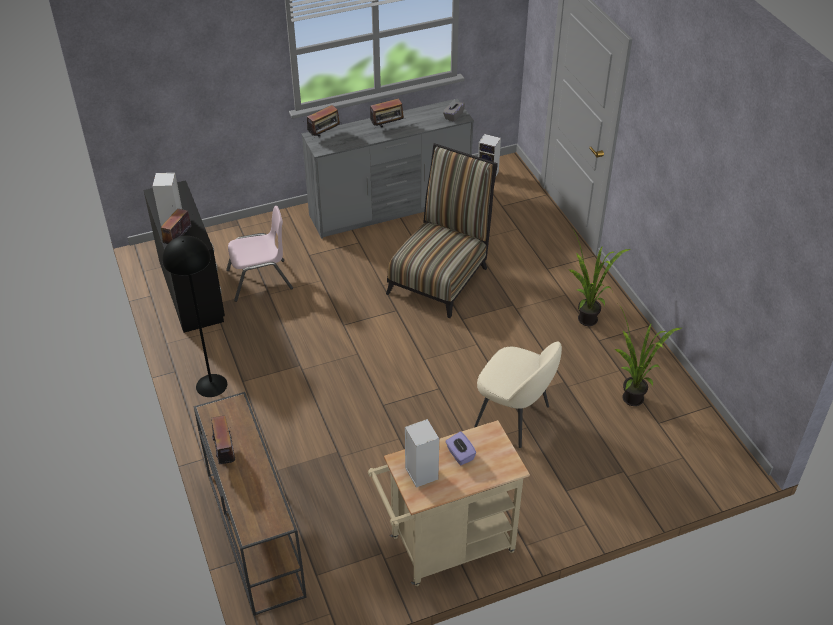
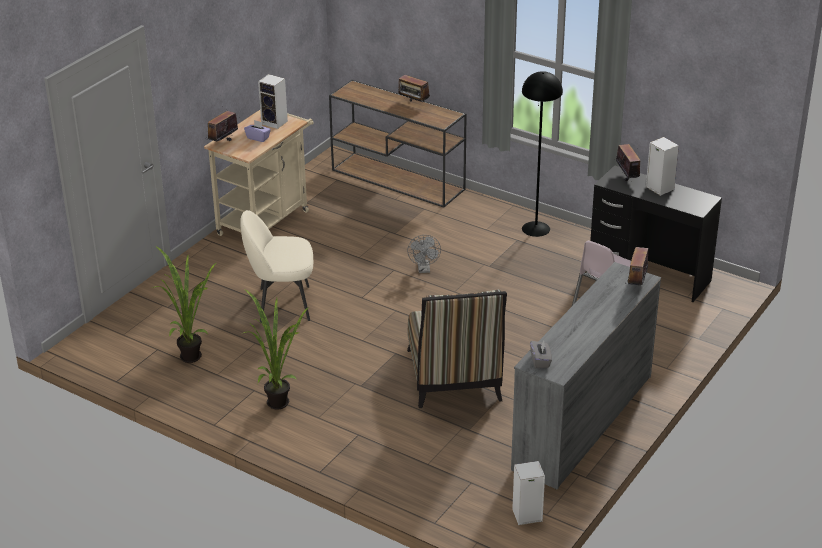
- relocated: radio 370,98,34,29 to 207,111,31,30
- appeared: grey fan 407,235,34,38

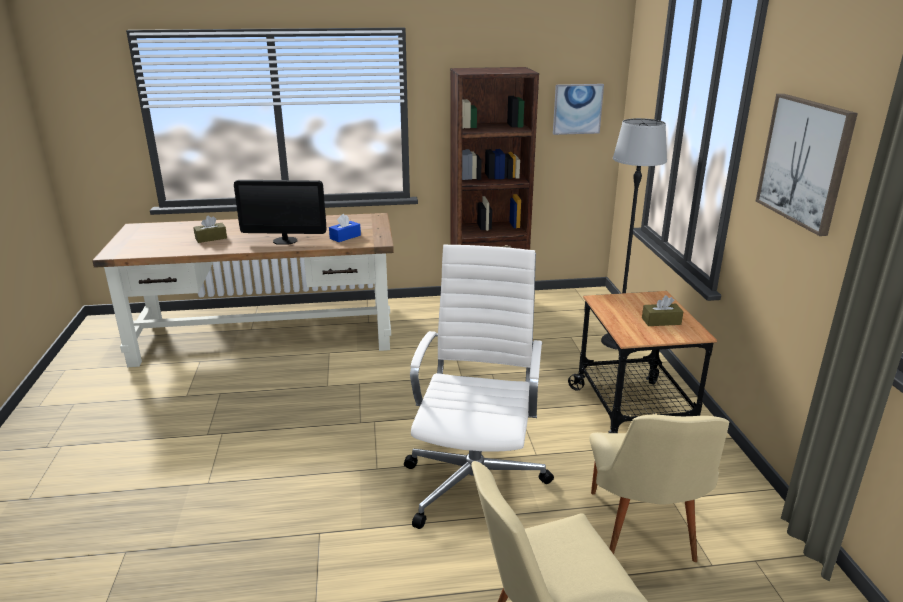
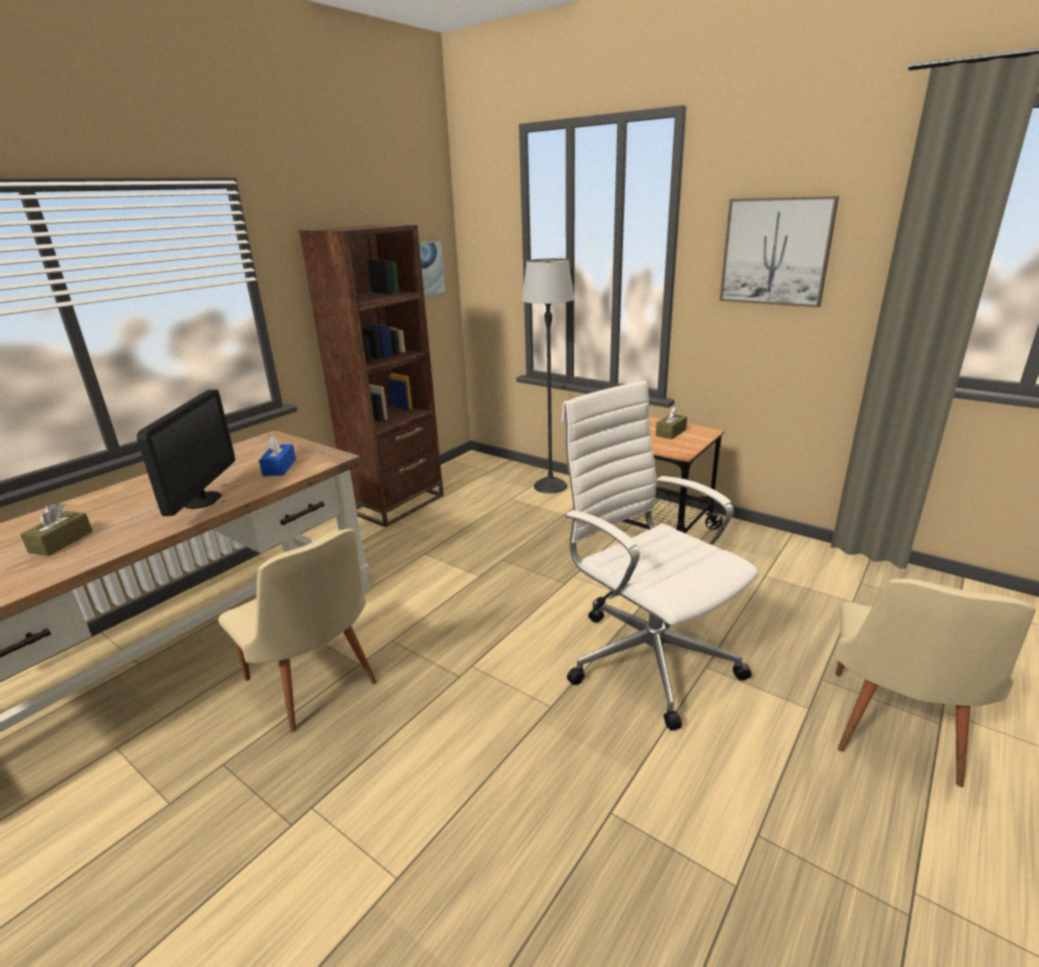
- spun: monitor 234,180,92,65 = 137,390,98,126 45 degrees counterclockwise
- relocated: beige chair 589,415,140,147 to 218,529,159,203

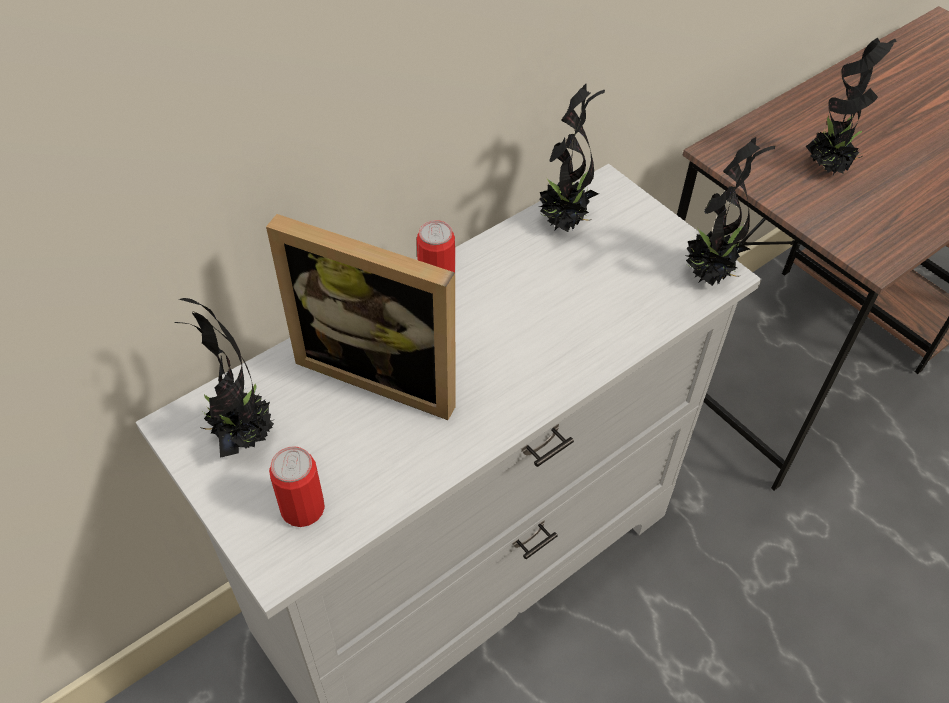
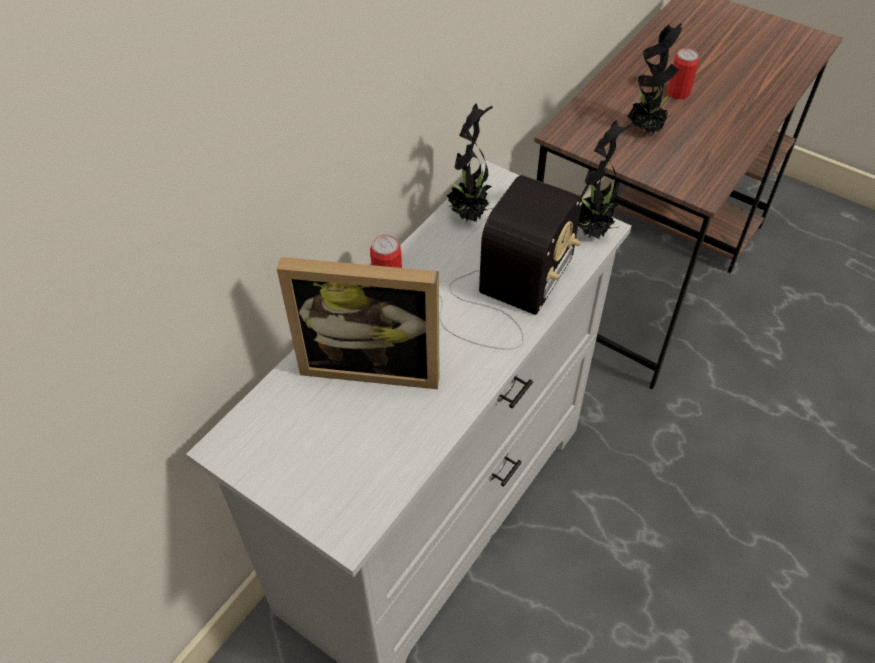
- appeared: radio 439,175,143,174
- relocated: can 269,446,56,81 to 667,48,32,51
- missing: potted plant 175,298,99,160

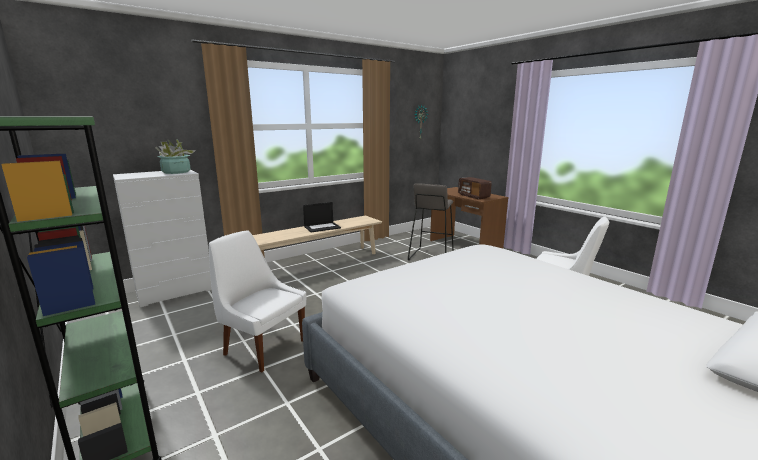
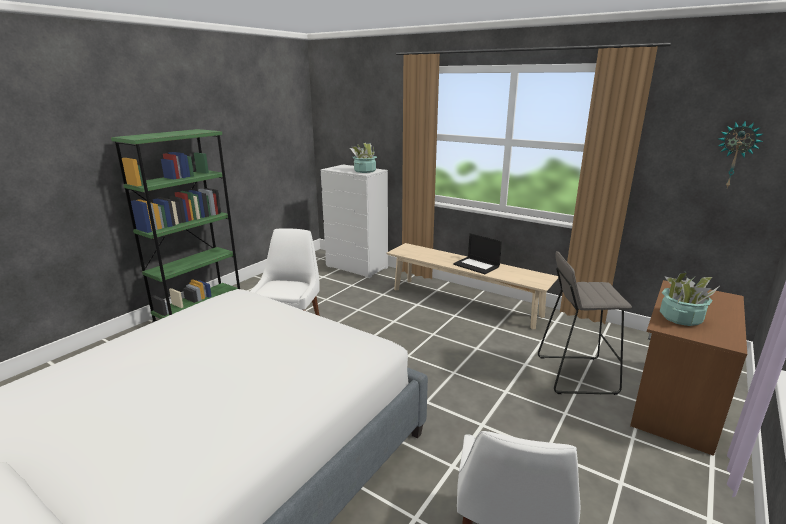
- exchanged: radio 458,177,34,22 to potted plant 660,273,59,53

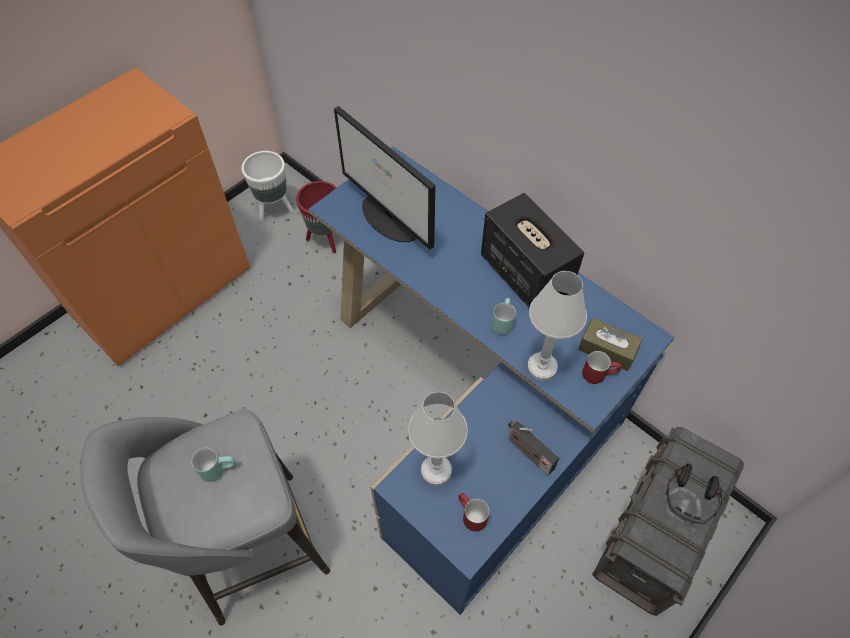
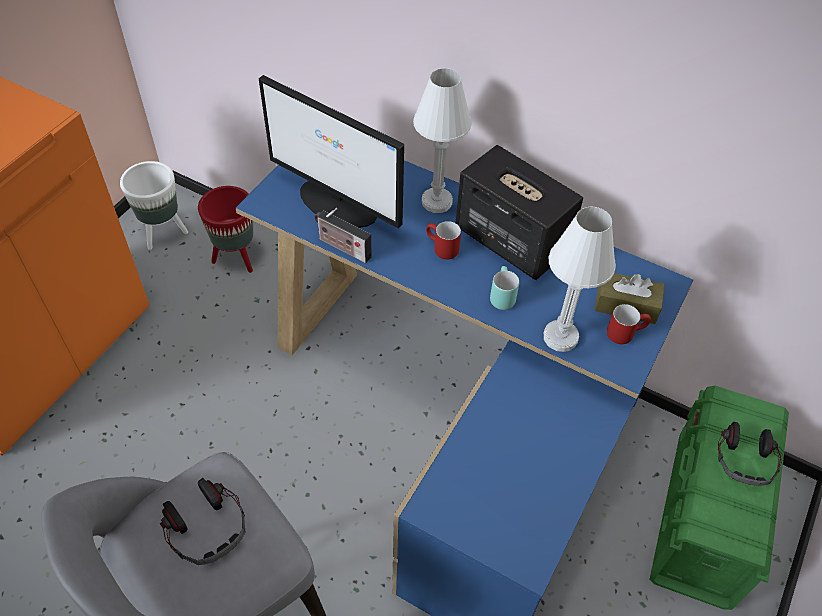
- exchanged: turquoise mug 191,448,44,34 to headphones 160,478,85,87
- relocated: radio 508,421,51,55 to 314,208,58,55
- relocated: white table lamp 408,392,60,94 to 413,68,59,145
- relocated: red mug 458,493,32,38 to 426,221,35,39
- colour: grey storage box 592,427,152,189 to green storage box 649,386,140,224

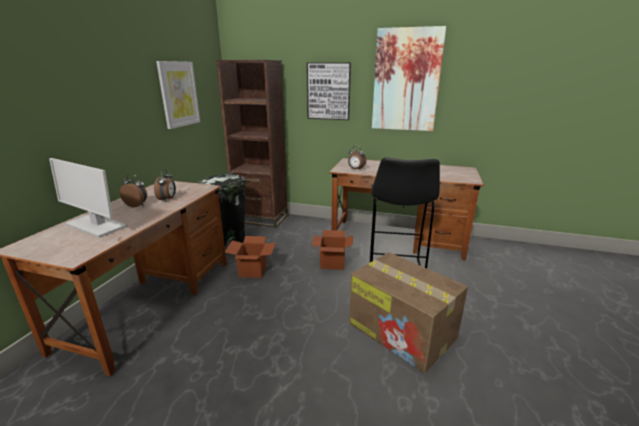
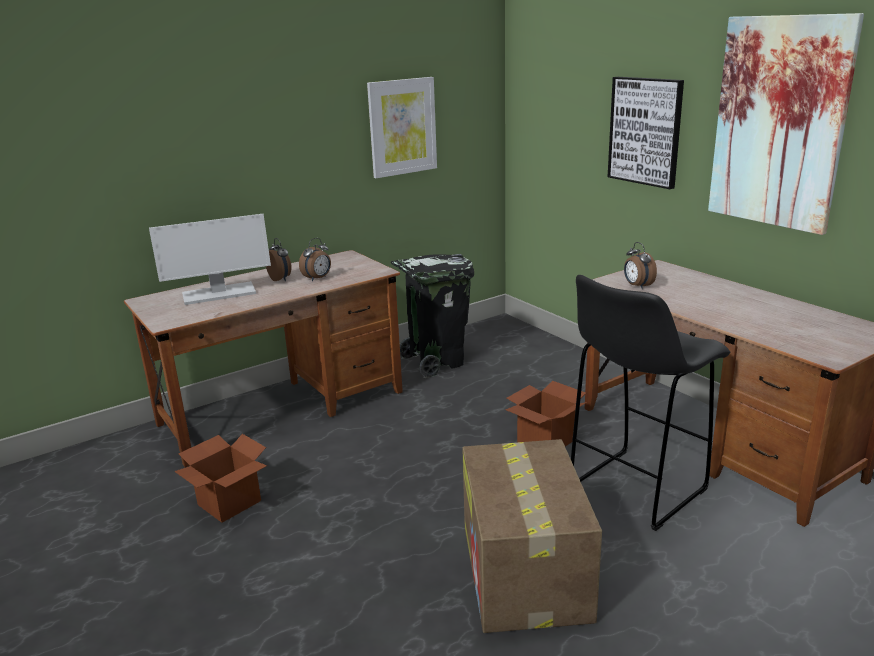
- spun: monitor 49,158,78,80 = 149,214,122,91 90 degrees counterclockwise
- relocated: cardboard box 225,236,51,42 to 174,434,93,89
- missing: brown bookcase 216,60,72,168

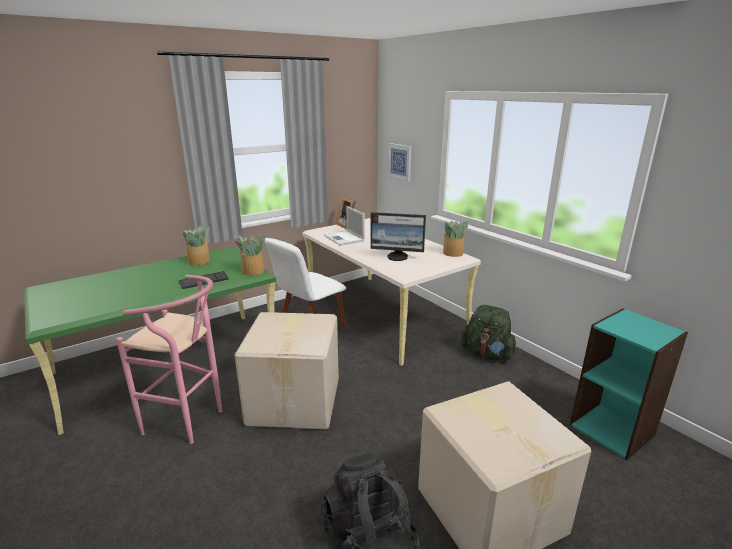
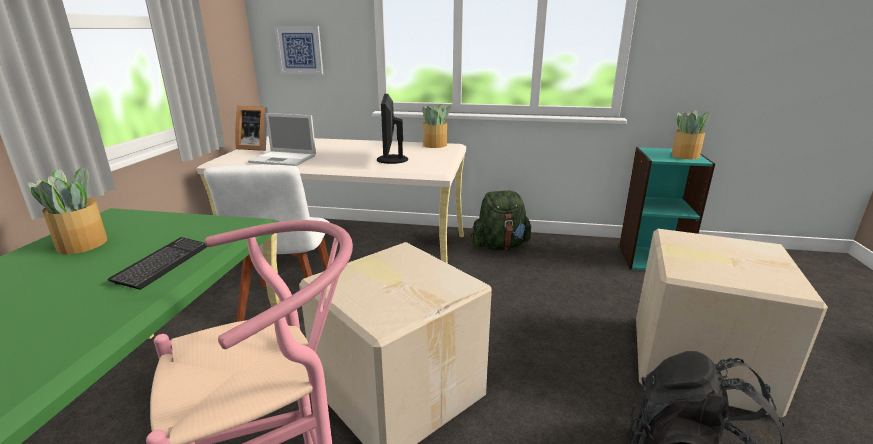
- spun: monitor 370,212,56,49 = 377,94,31,70 120 degrees clockwise
- relocated: potted plant 235,235,30,40 to 671,110,40,49

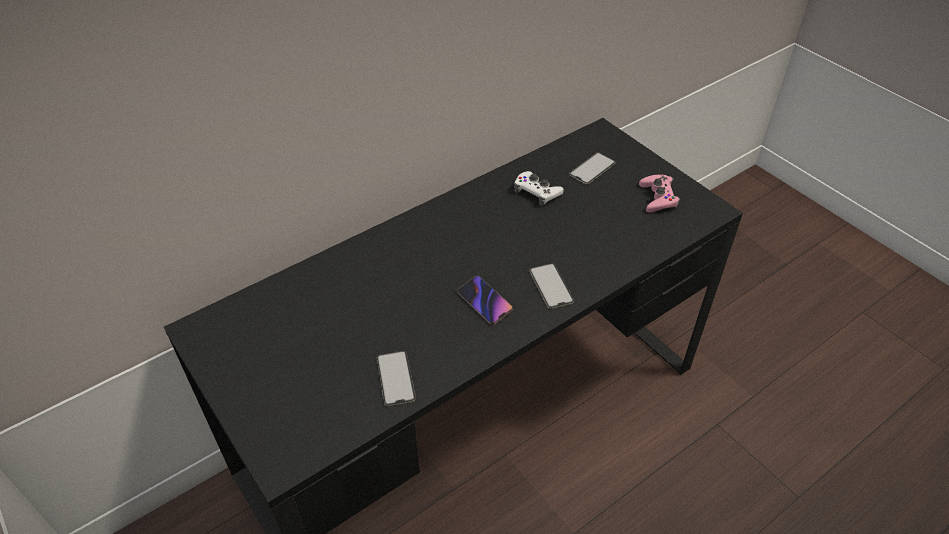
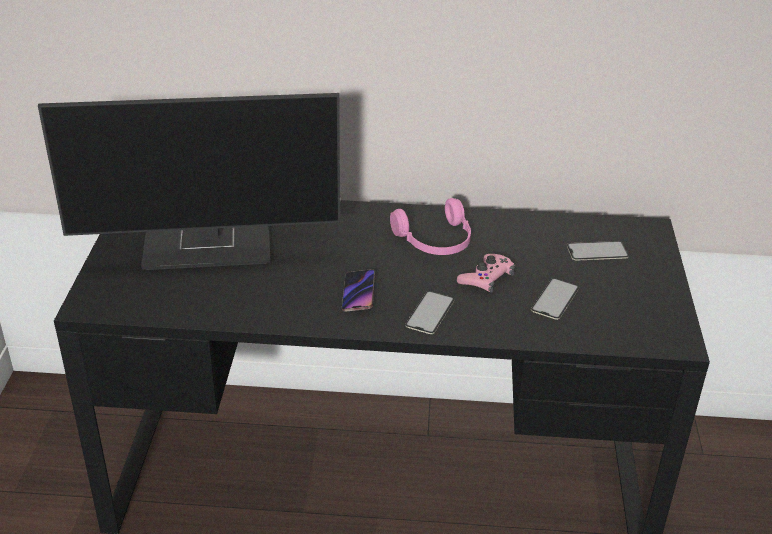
- appeared: monitor 38,93,302,177
- appeared: pink headphones 390,198,81,57
- relocated: pink game controller 639,175,41,37 to 457,254,59,39
- relocated: phone 376,351,40,55 to 531,278,48,42
- missing: white game controller 514,171,50,35

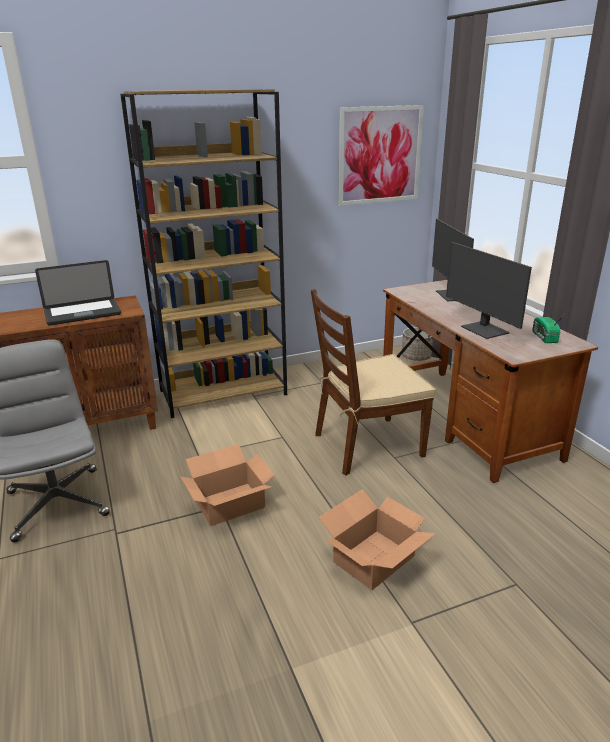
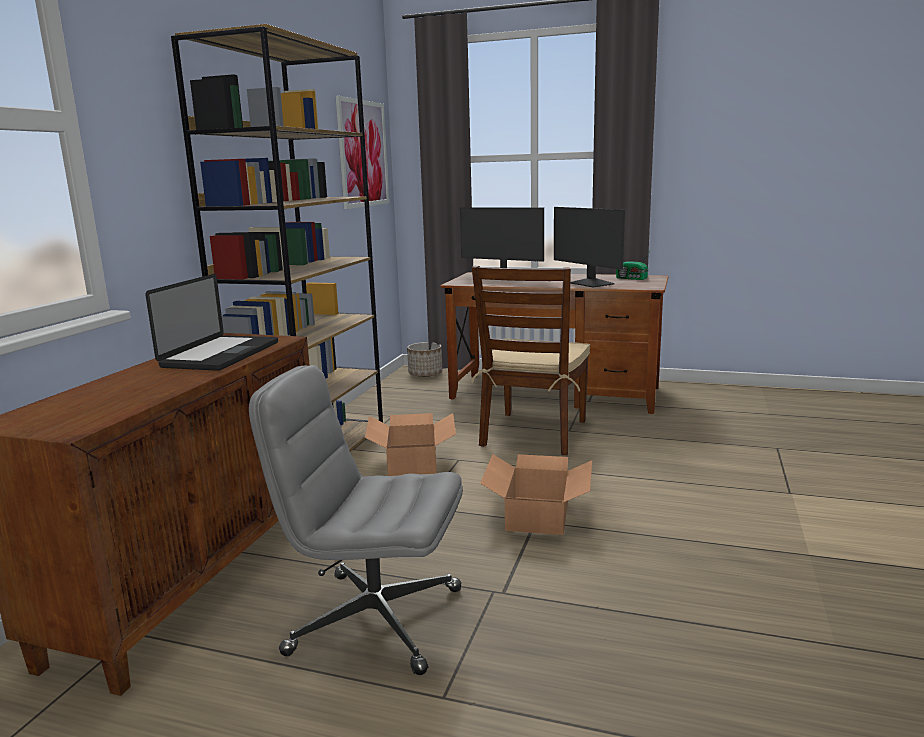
- relocated: cardboard box 318,489,118,101 to 365,413,91,63
- spun: monitor 446,242,86,97 = 554,207,71,81 45 degrees clockwise

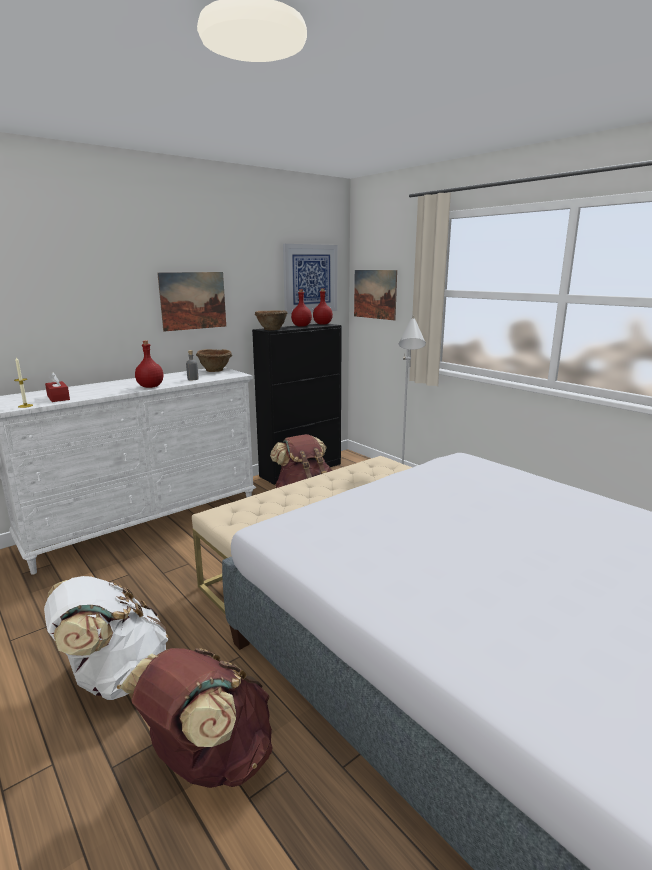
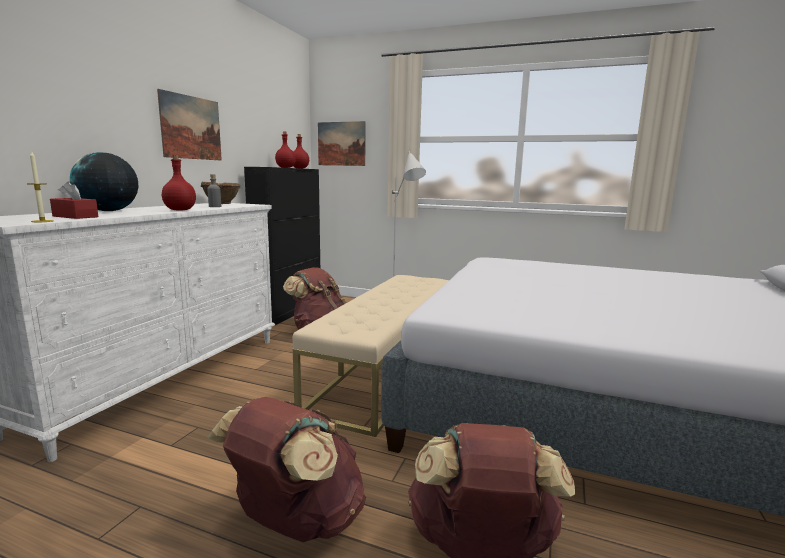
- appeared: globe 70,152,68,59
- colour: white backpack 44,576,124,124 to brown backpack 207,397,159,145
- missing: brown bowl 255,310,33,20
- missing: picture 283,244,54,70

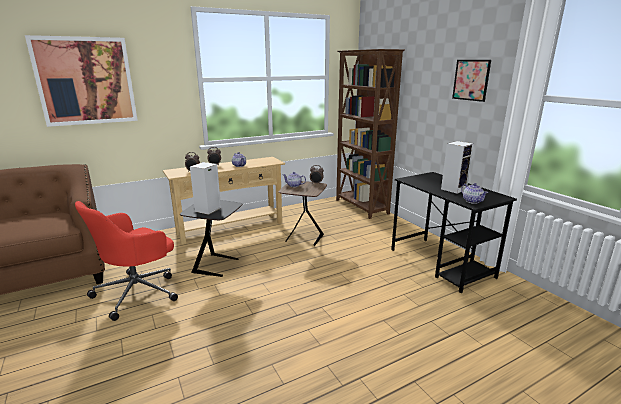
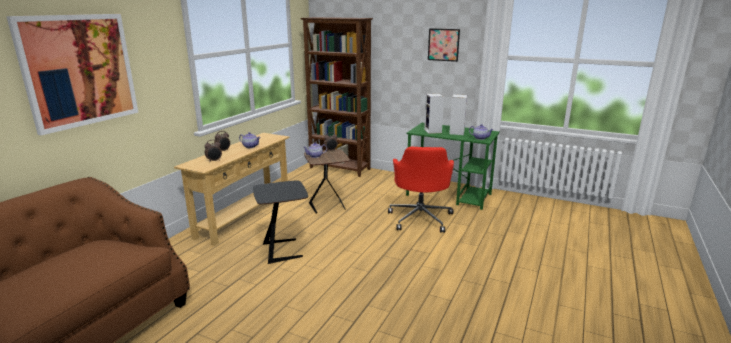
- relocated: red office chair 75,201,103,120 to 388,147,66,86
- colour: black desk 391,172,126,121 to green desk 406,123,94,87
- relocated: speaker 190,162,31,53 to 424,94,20,40

